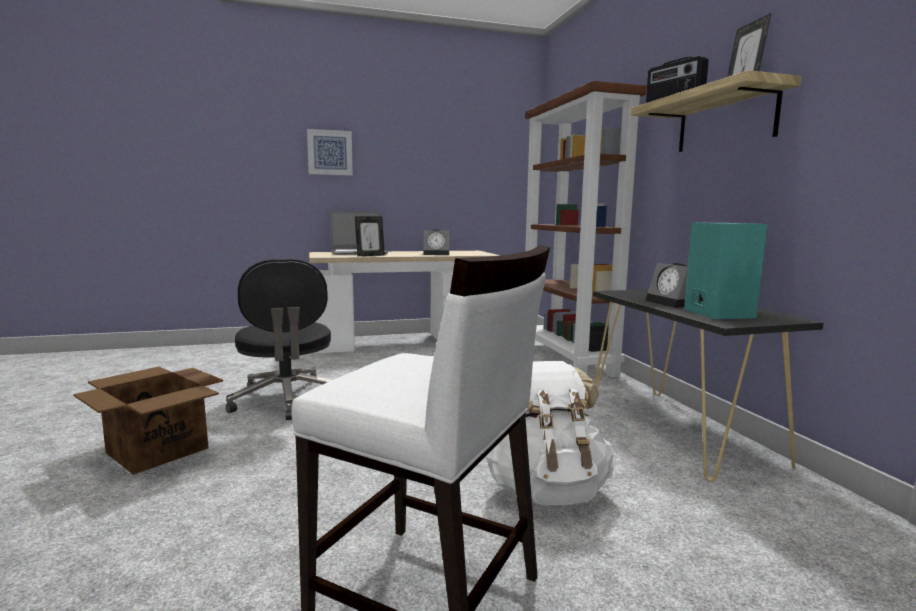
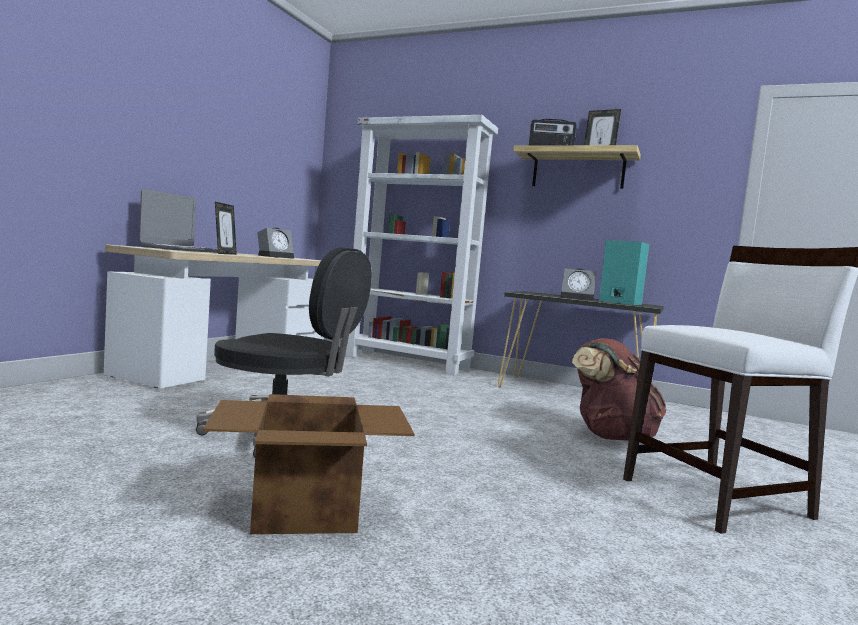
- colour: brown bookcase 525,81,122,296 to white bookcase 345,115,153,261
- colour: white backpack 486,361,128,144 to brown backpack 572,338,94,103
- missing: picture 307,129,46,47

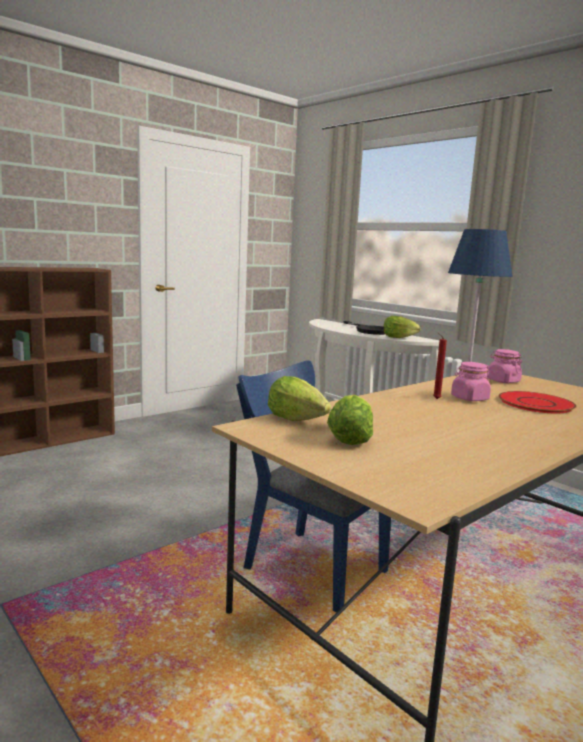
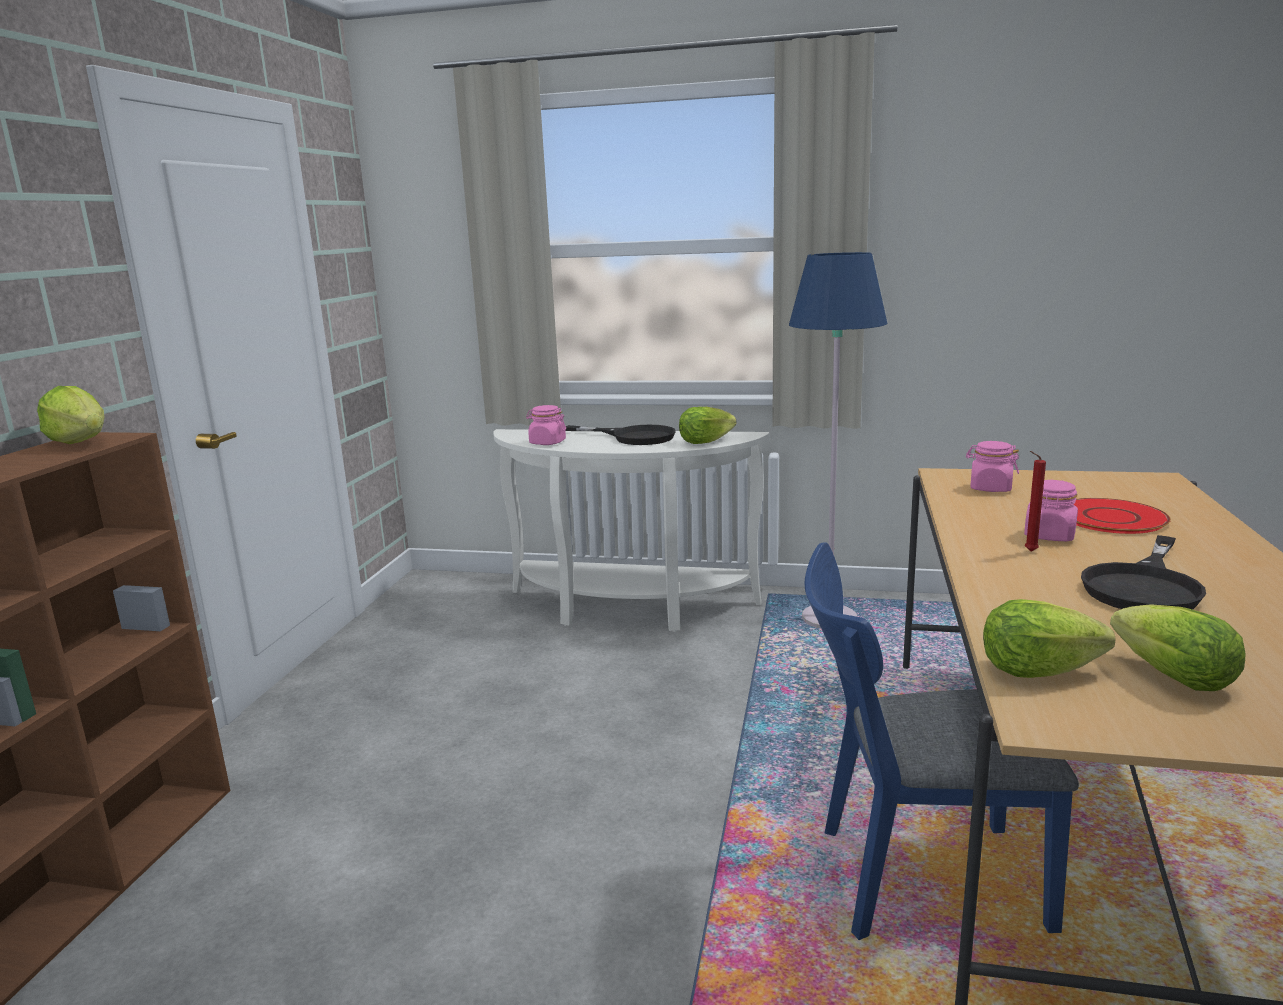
- appeared: lettuce 37,386,68,58
- appeared: pink jar 526,405,40,40
- appeared: black frying pan 1081,535,125,75

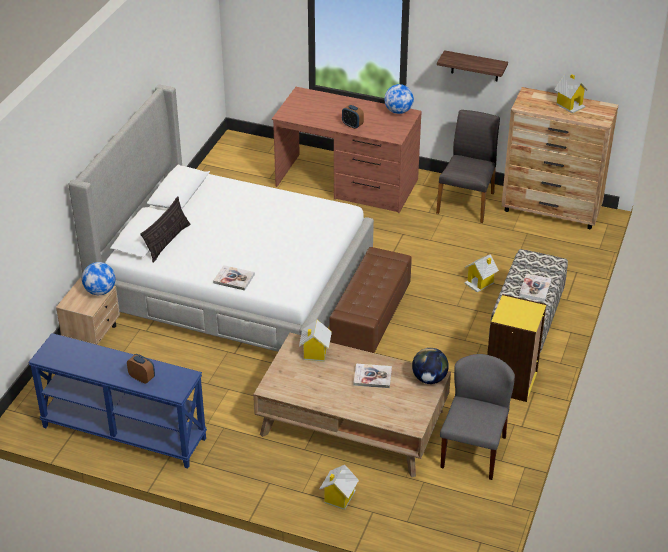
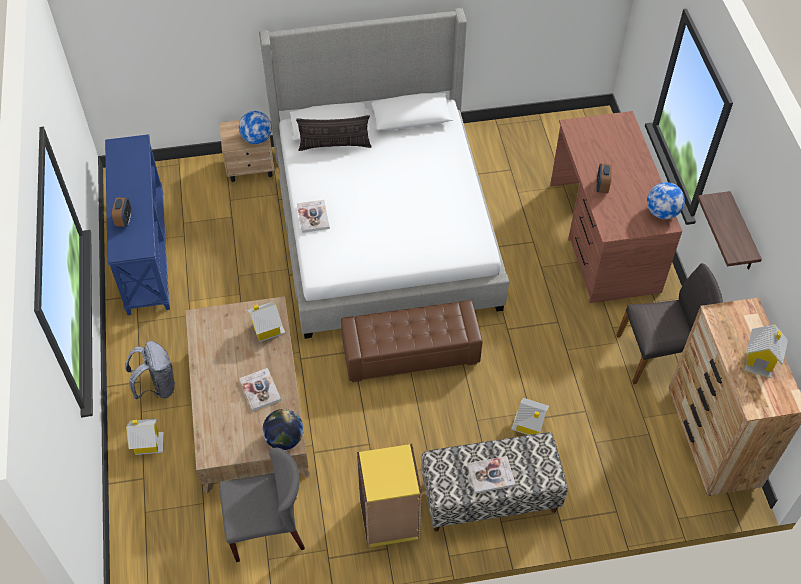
- appeared: grey backpack 125,341,51,59

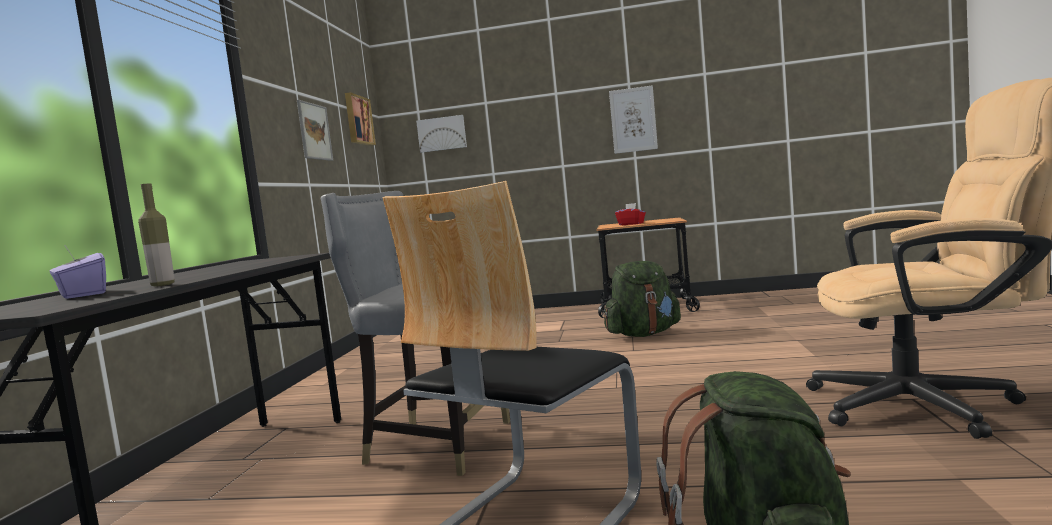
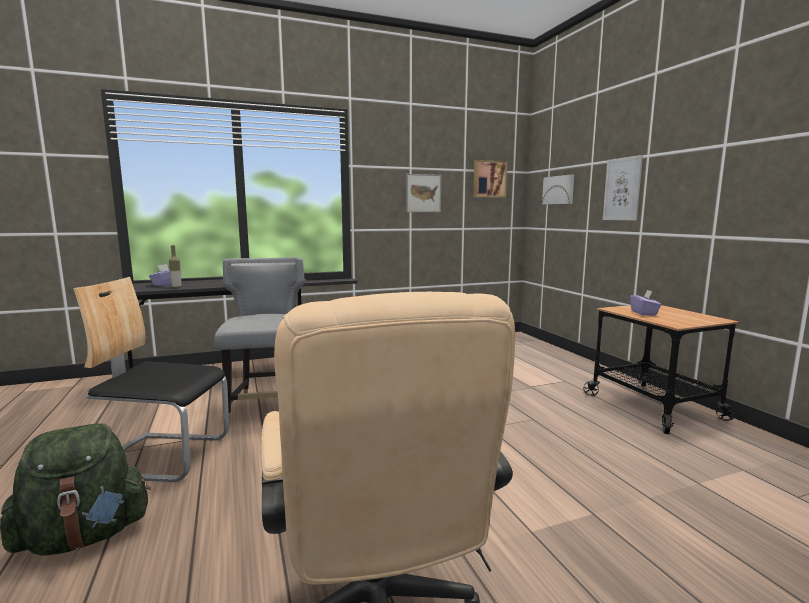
- relocated: picture 609,85,49,69 to 603,155,40,66
- colour: red tissue box 615,203,31,22 to purple tissue box 630,290,31,25
- missing: green backpack 604,261,77,76

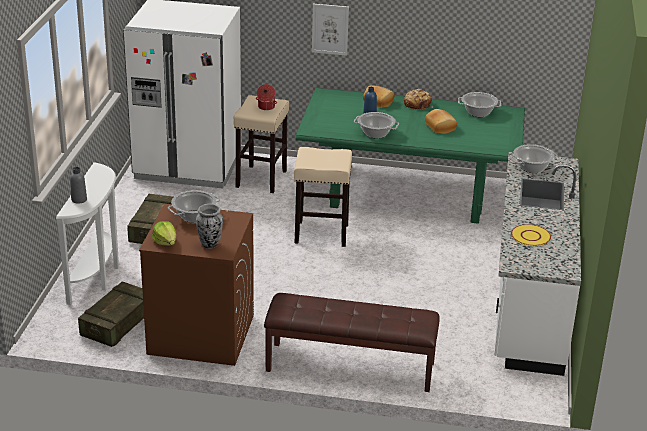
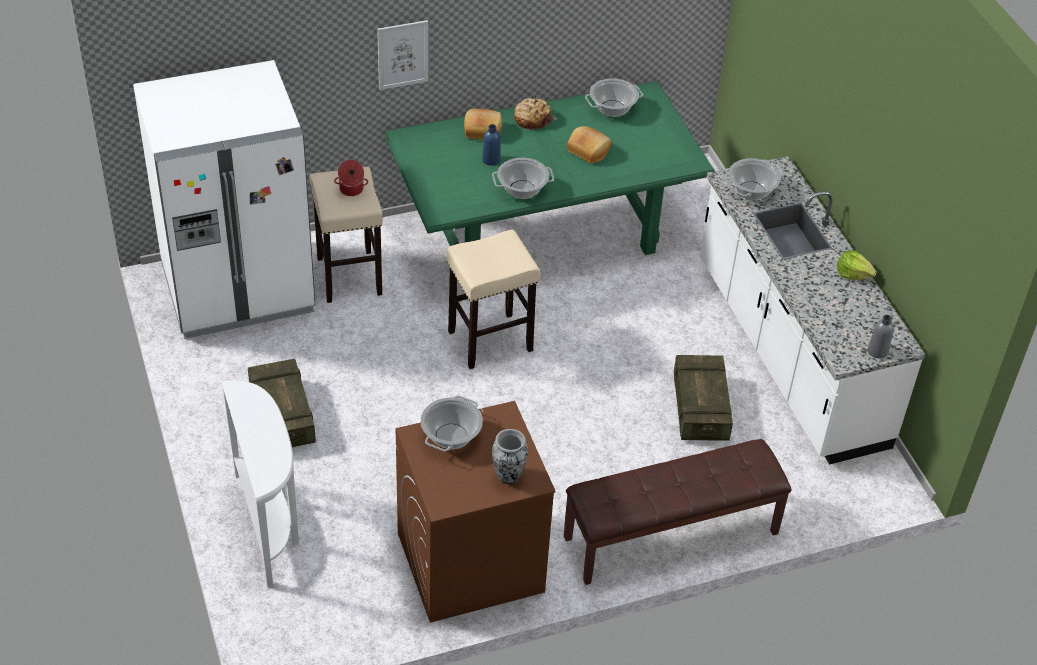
- relocated: crate 78,281,66,66 to 674,355,59,86
- relocated: lettuce 152,221,24,24 to 837,250,39,30
- relocated: grey bottle 70,167,17,37 to 868,315,26,44
- missing: yellow plate 511,224,40,22

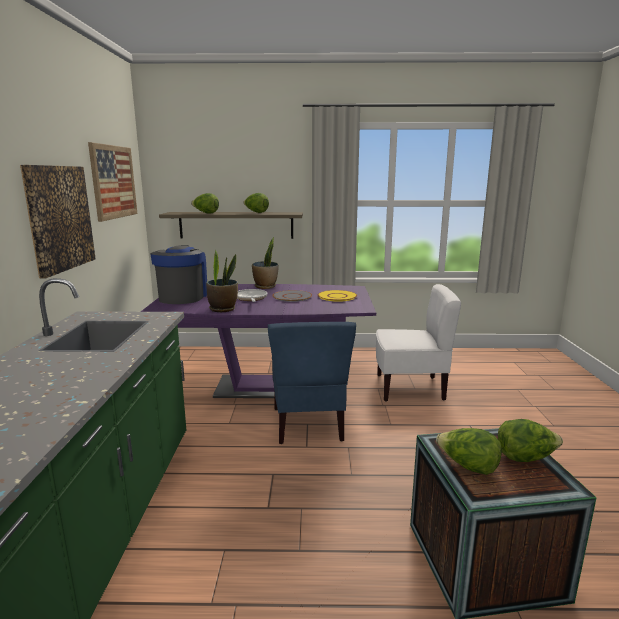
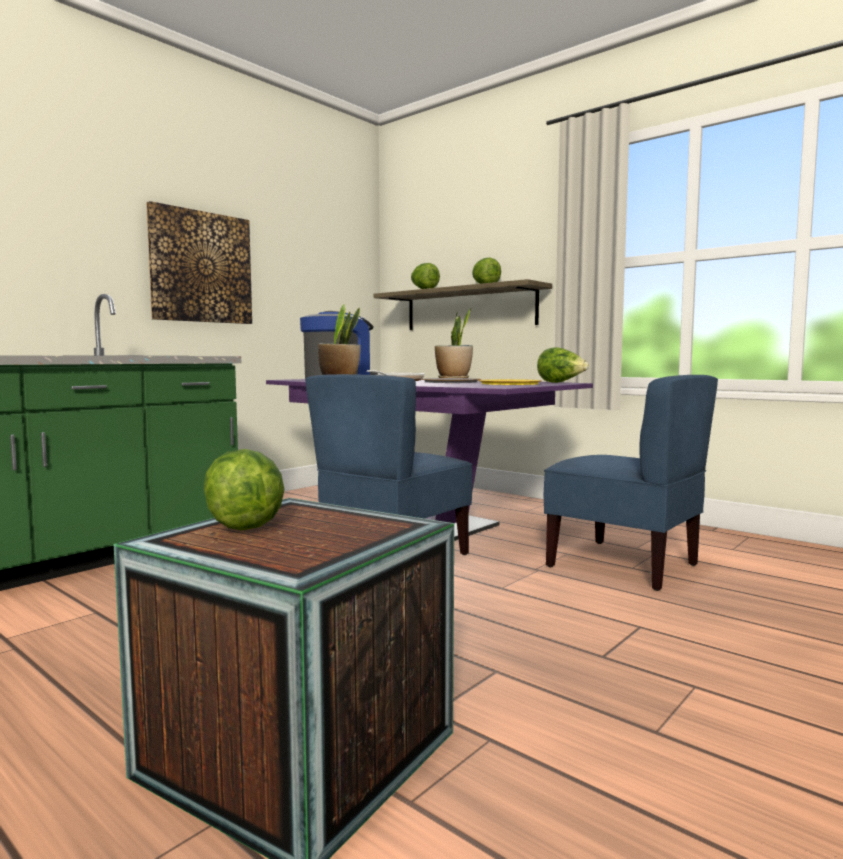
- relocated: lettuce 498,419,65,43 to 537,347,52,36
- colour: white chair 376,284,85,117 to blue chair 544,375,174,216
- missing: picture 88,142,50,80

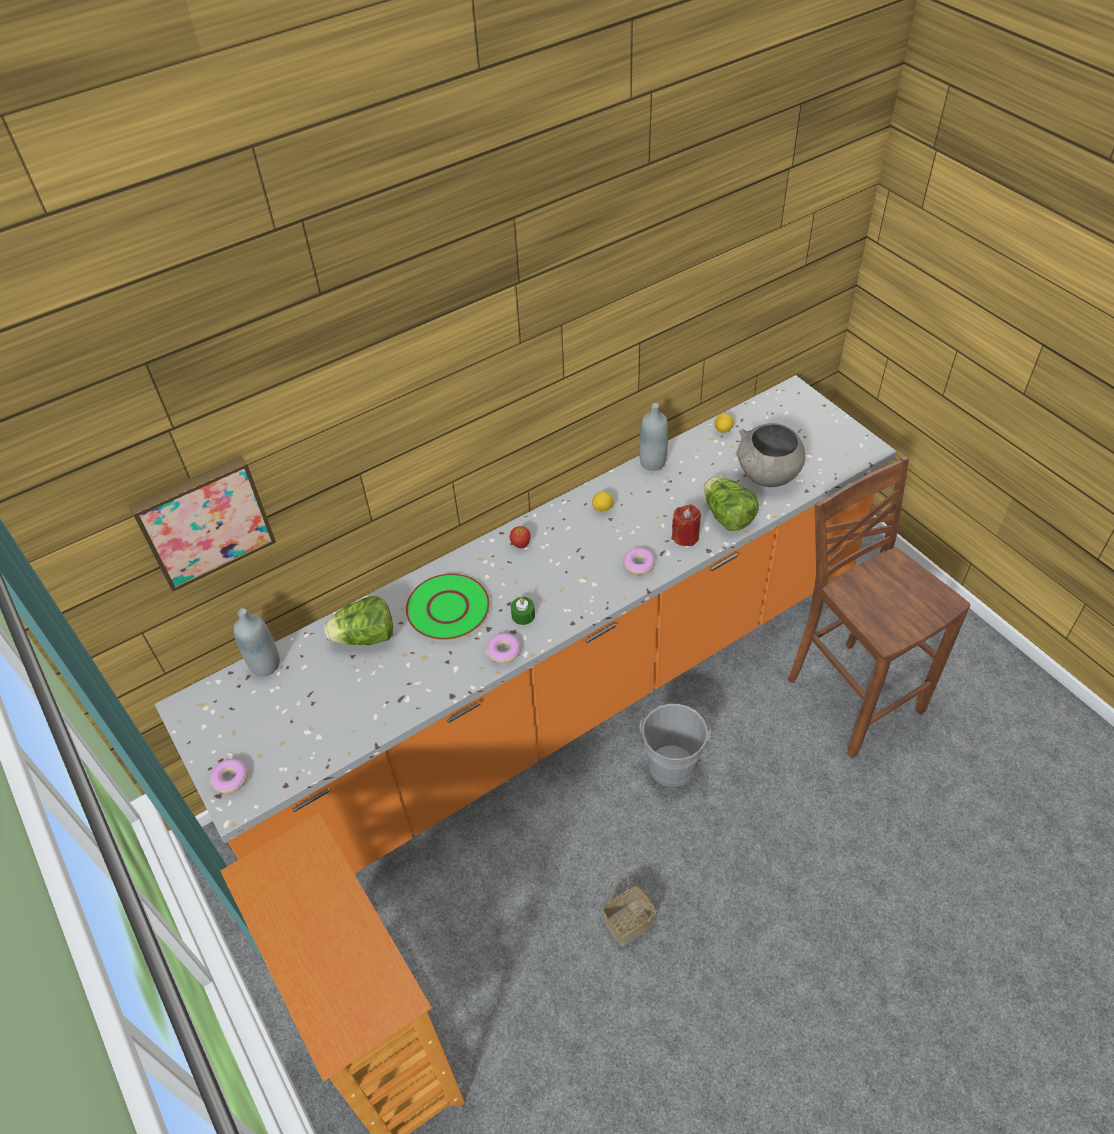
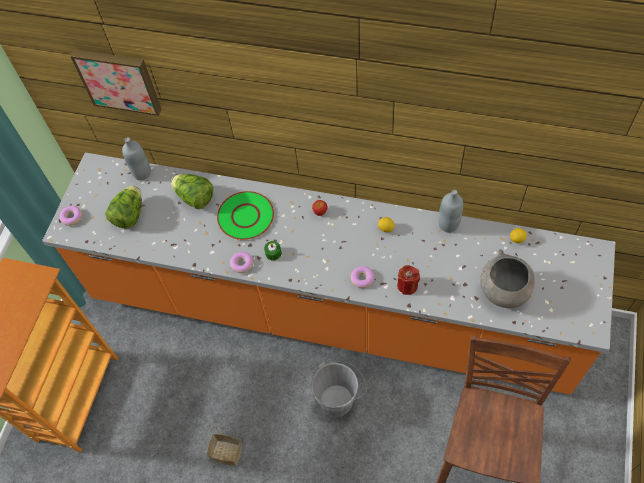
- relocated: lettuce 704,477,55,54 to 105,186,37,43

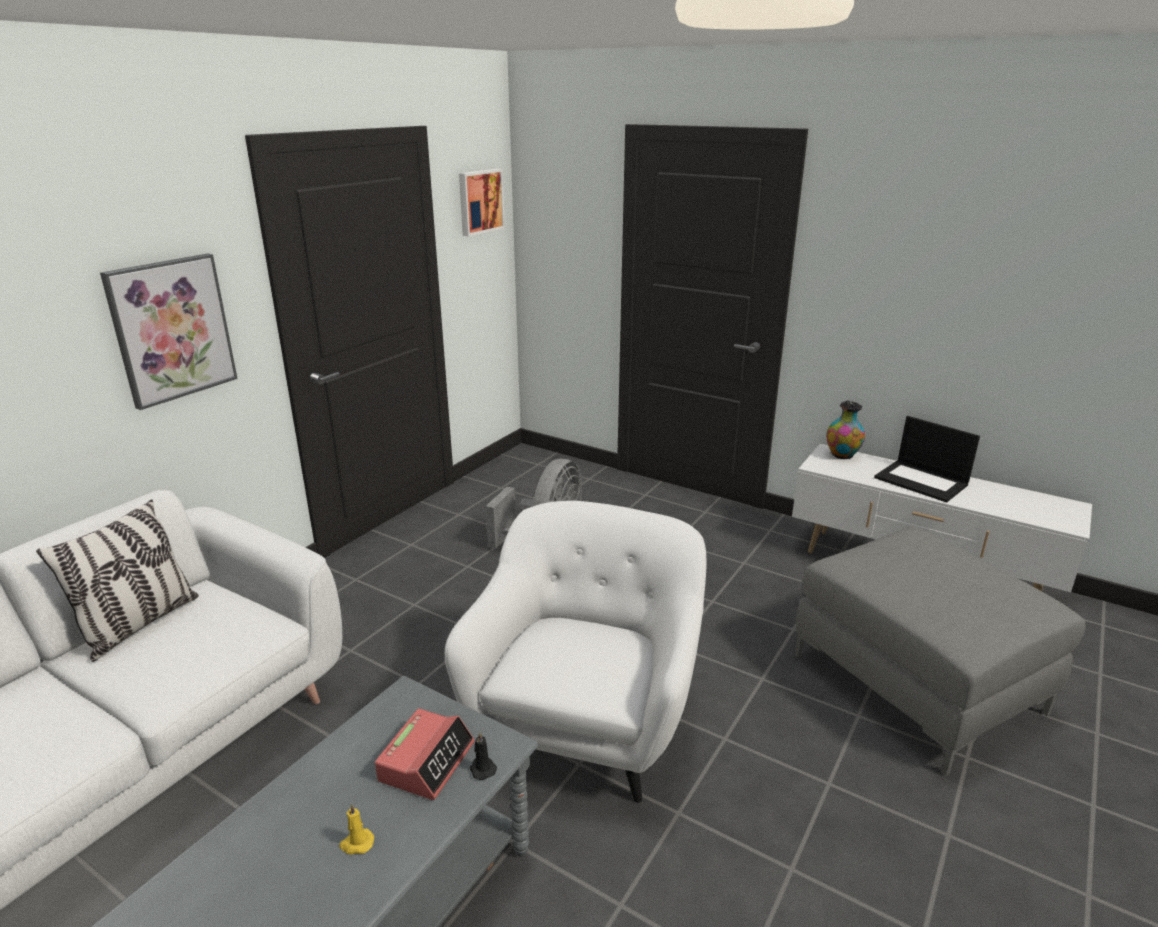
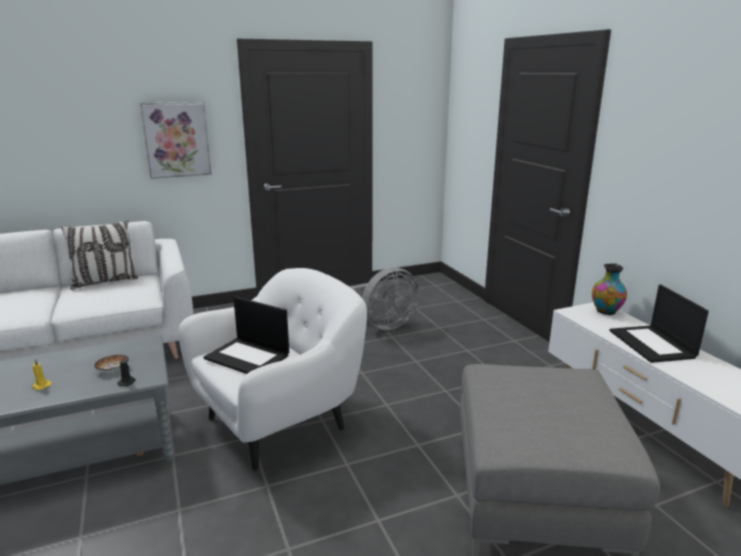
- exchanged: alarm clock 375,709,100,91 to bowl 94,355,35,17
- appeared: laptop 203,296,86,78
- missing: picture 459,169,46,67

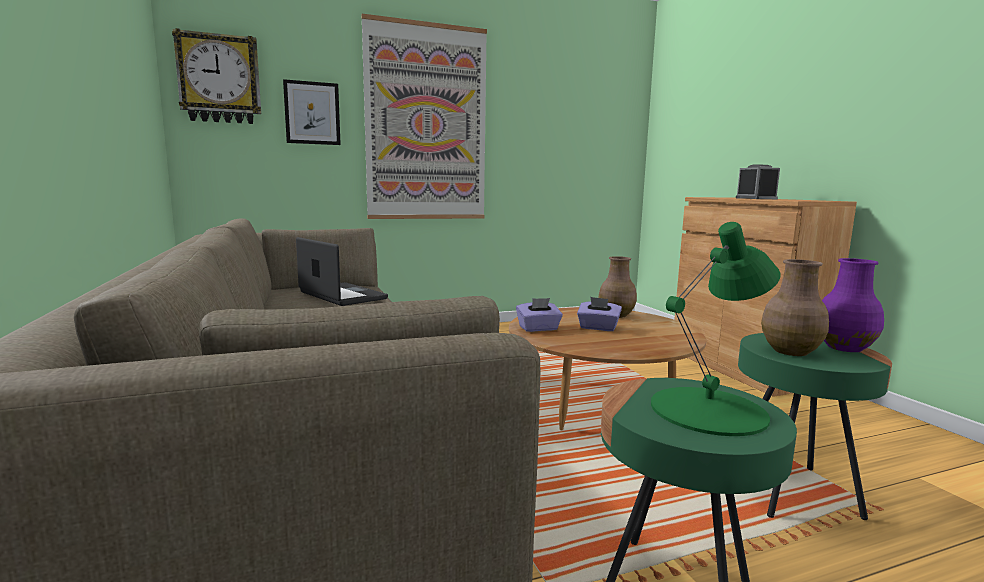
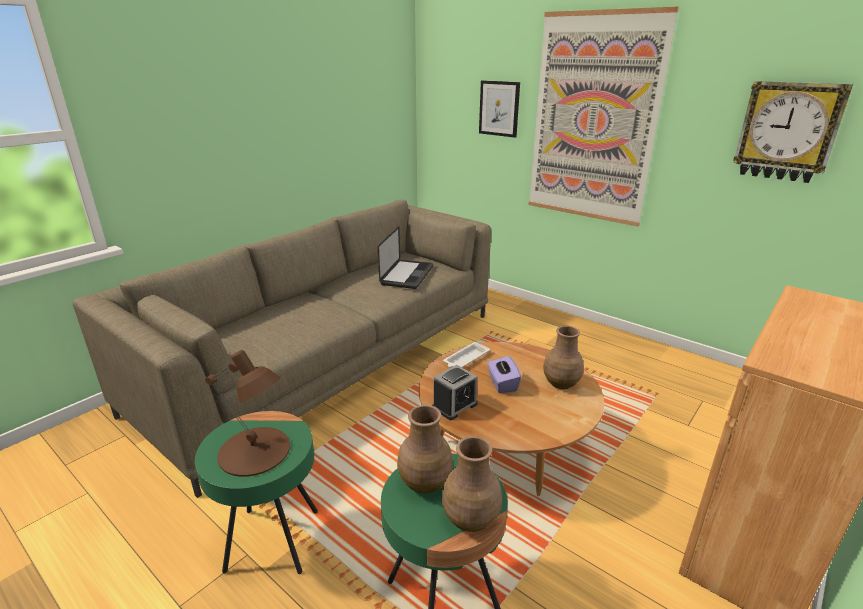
- colour: green table lamp 651,222,129,214 to brown table lamp 205,350,85,127
- relocated: alarm clock 736,164,44,35 to 432,365,46,55
- colour: purple vase 822,258,62,94 to brown vase 442,436,60,96
- exchanged: purple tissue box 516,298,47,34 to white tray 443,342,47,26
- relocated: wall clock 172,28,89,96 to 733,81,120,102

